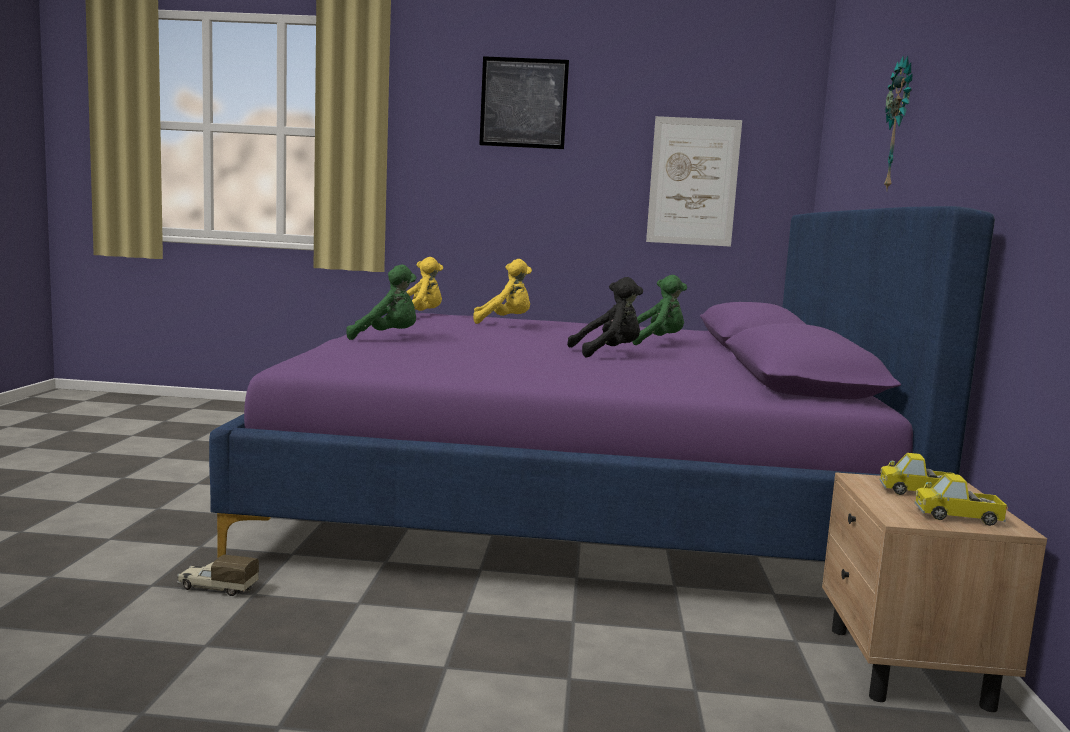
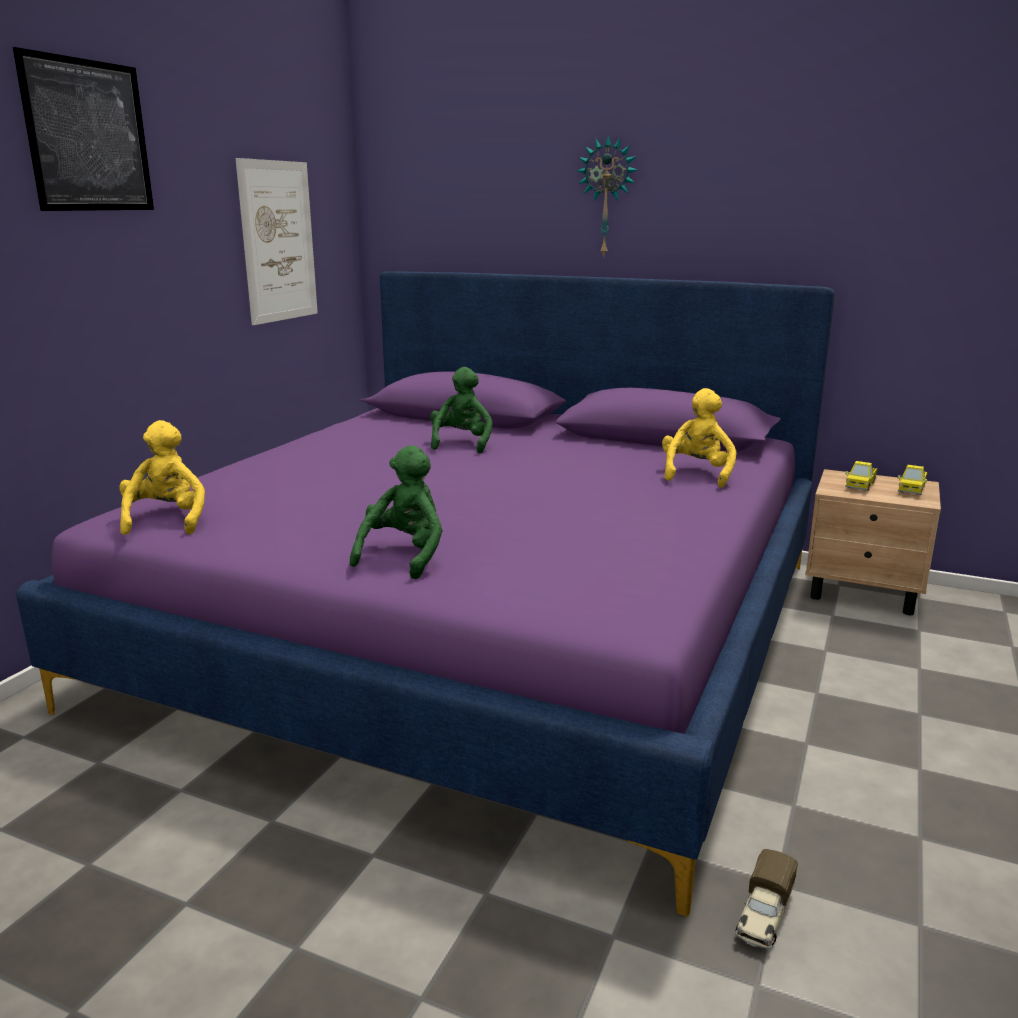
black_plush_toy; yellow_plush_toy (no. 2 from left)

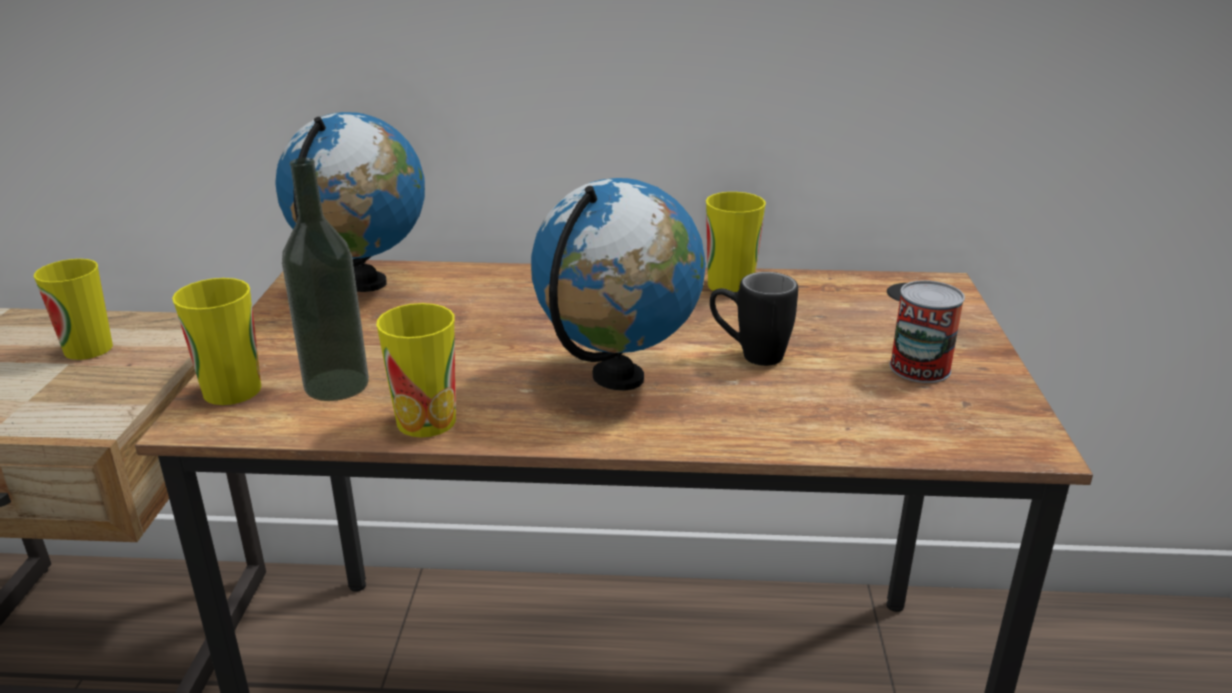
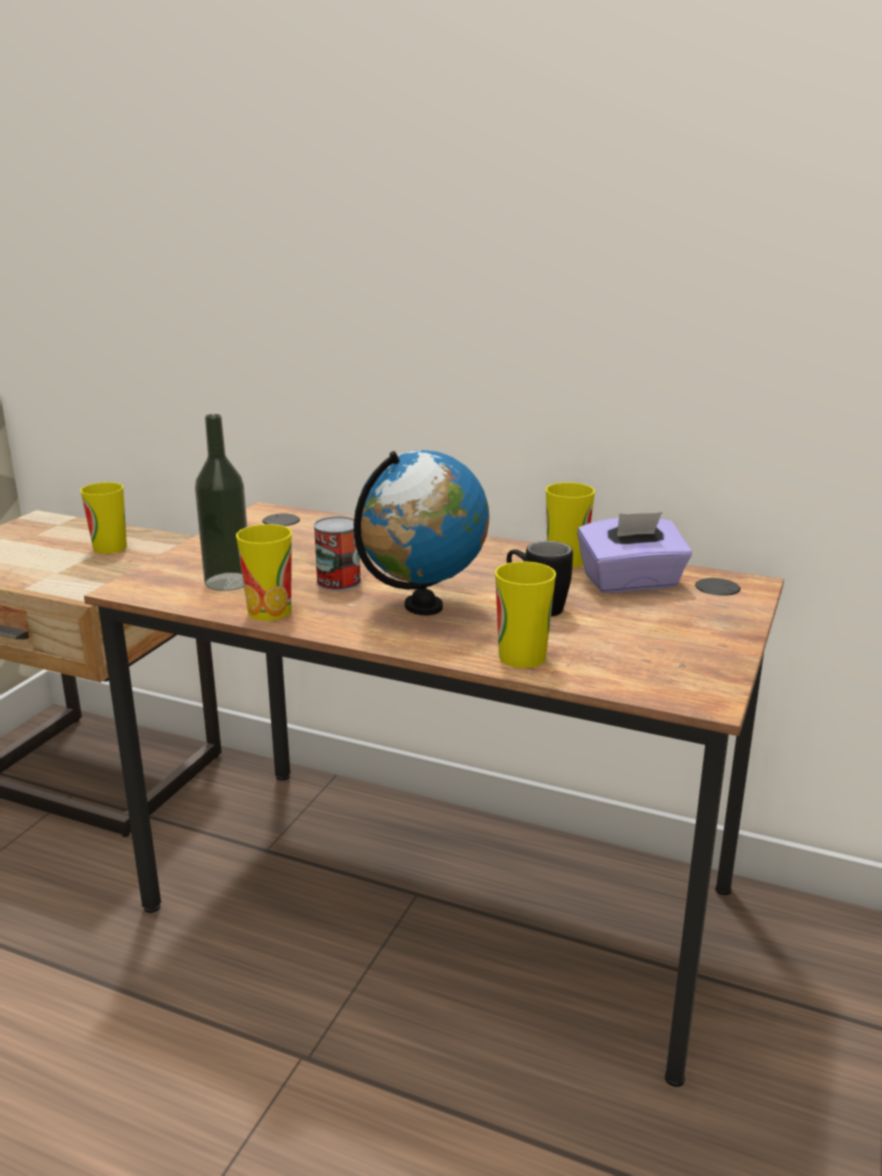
globe (no. 1 from left in the first image); purple_tissue_box; cup (no. 3 from left); can

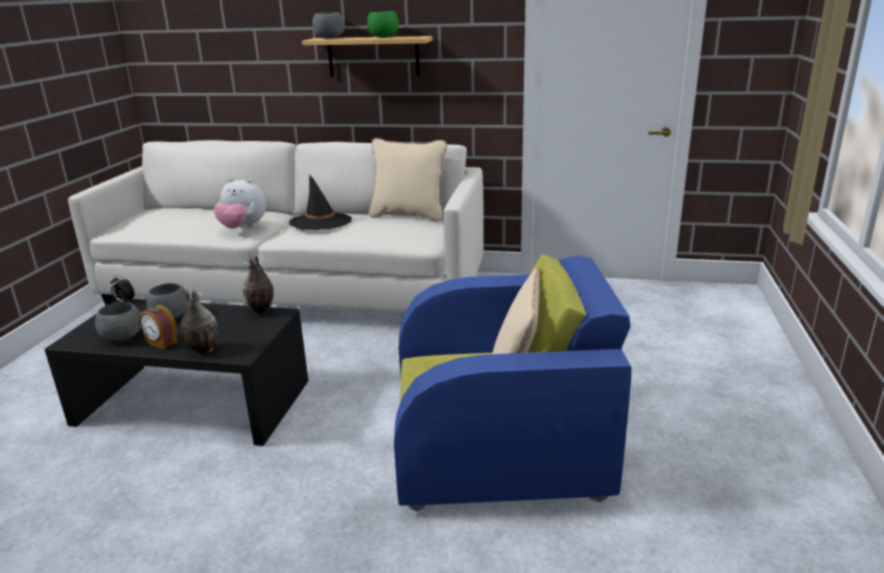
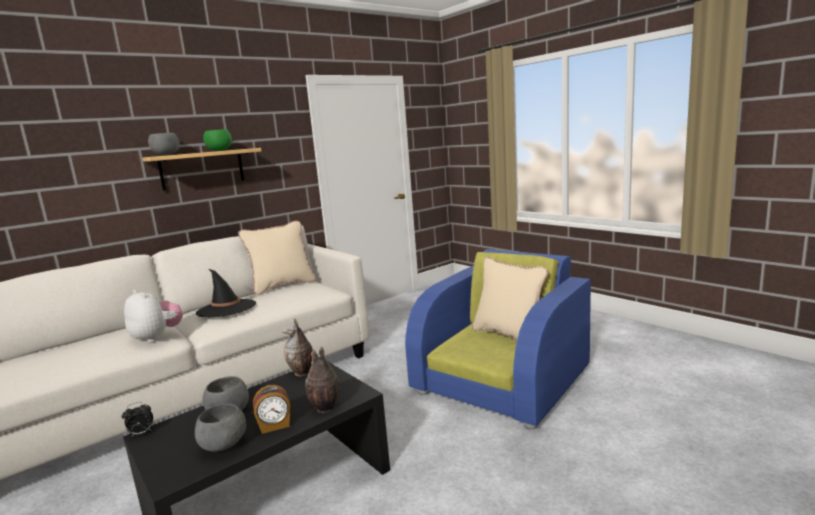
plush_toy

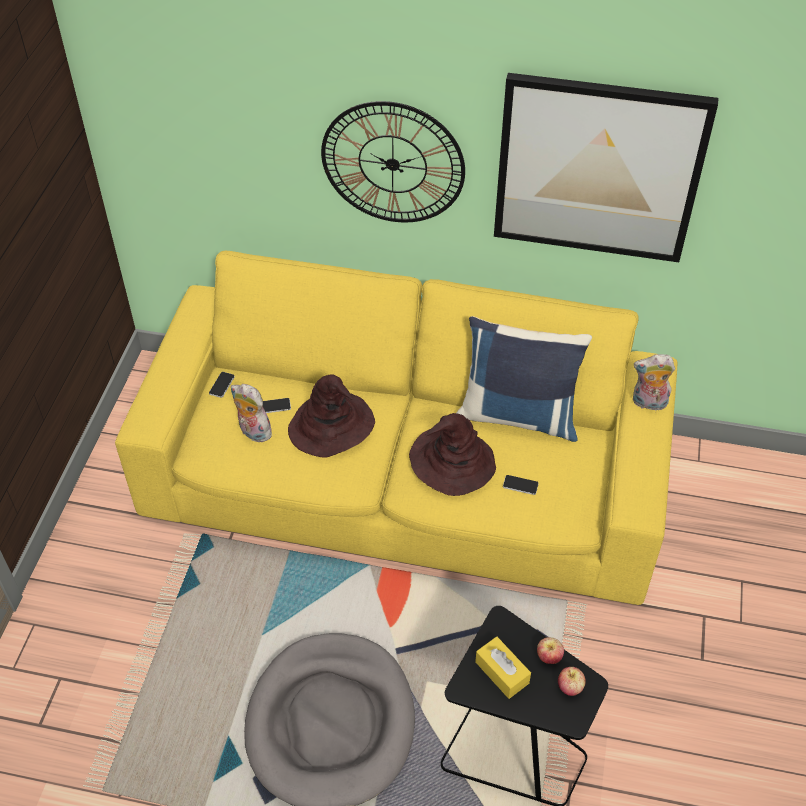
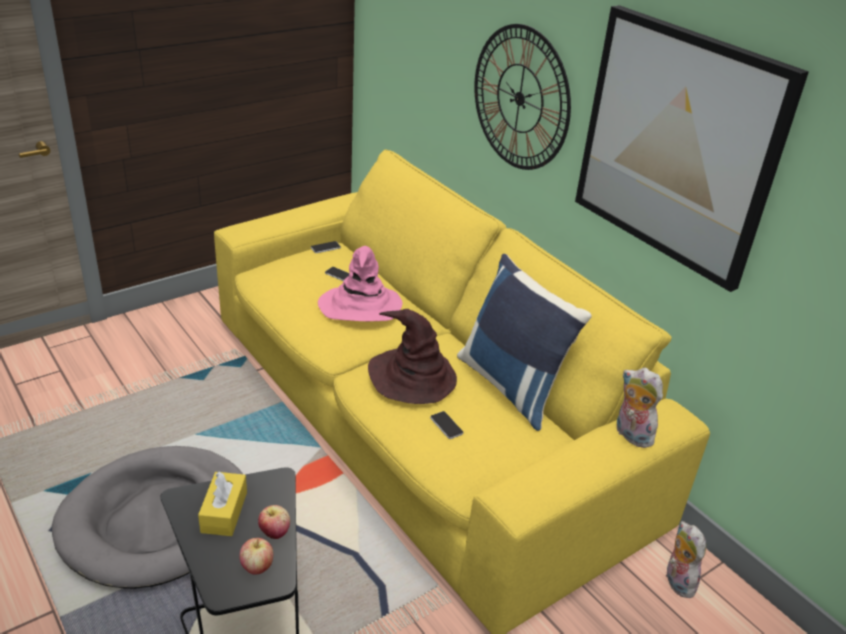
plush_toy (no. 2 from left); pink_hat

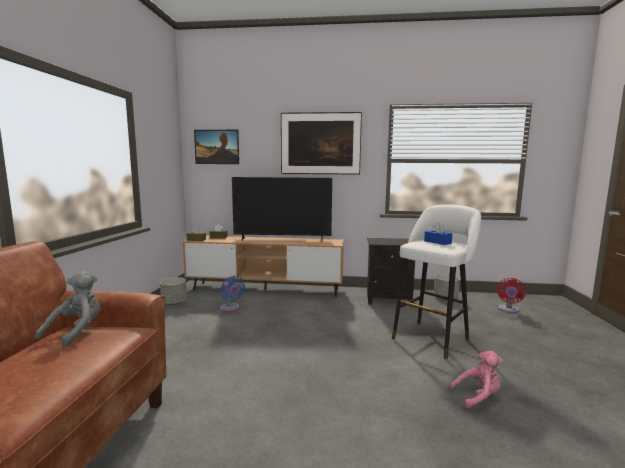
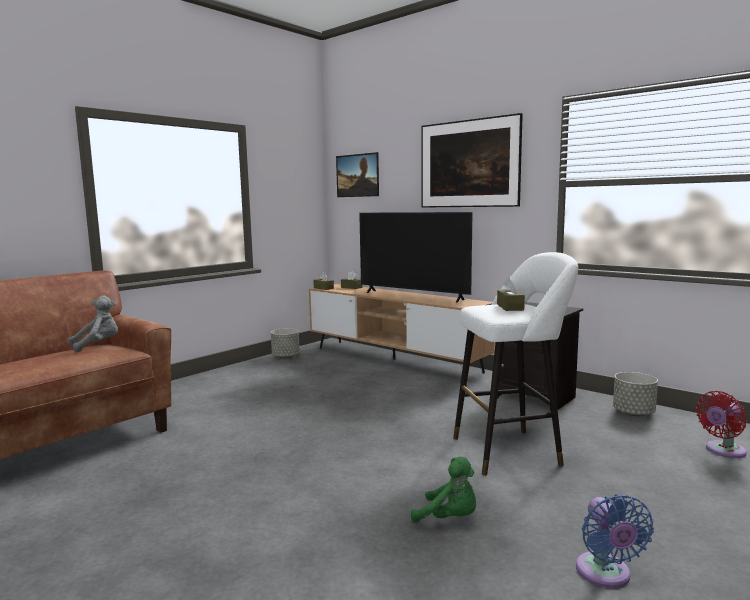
blue_fan; brown_tissue_box (no. 3 from left); green_plush_toy

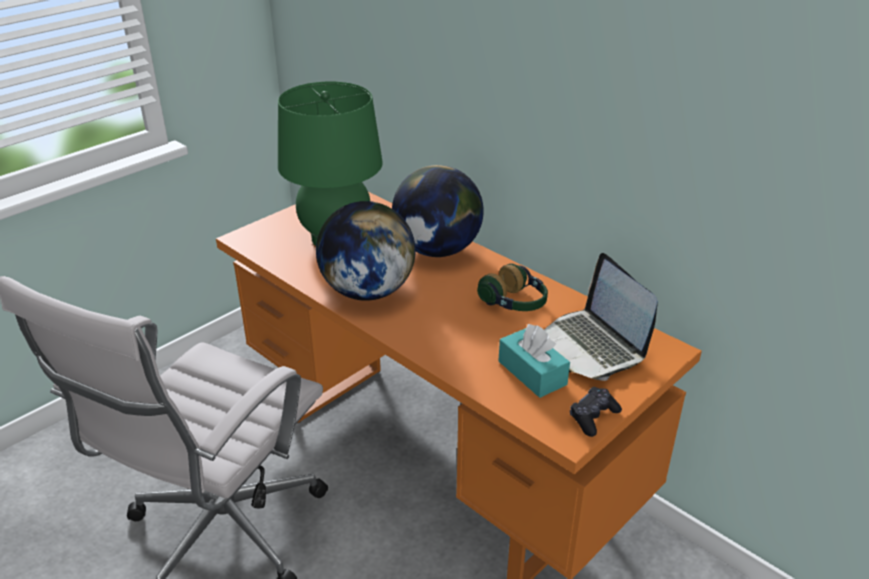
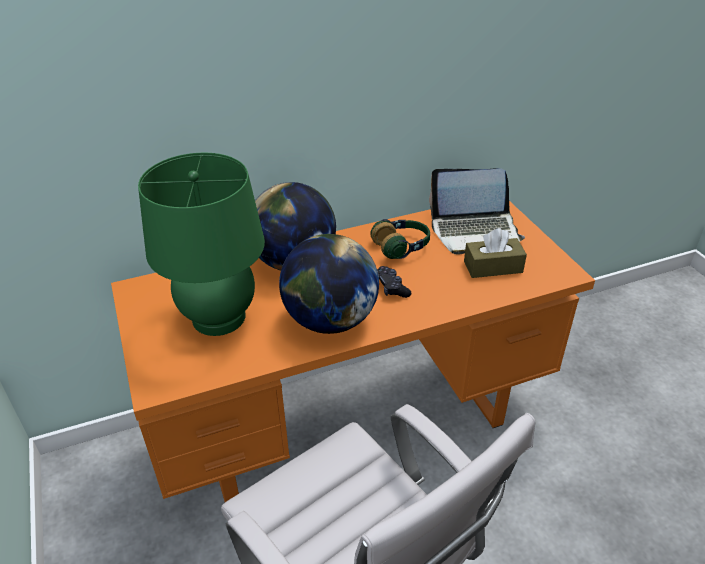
black_game_controller; brown_tissue_box

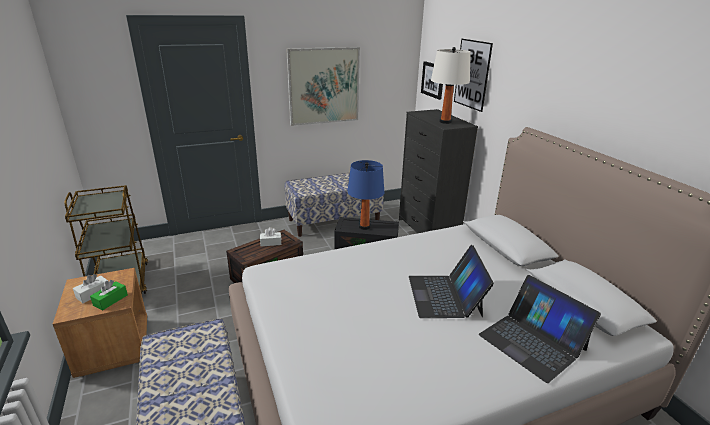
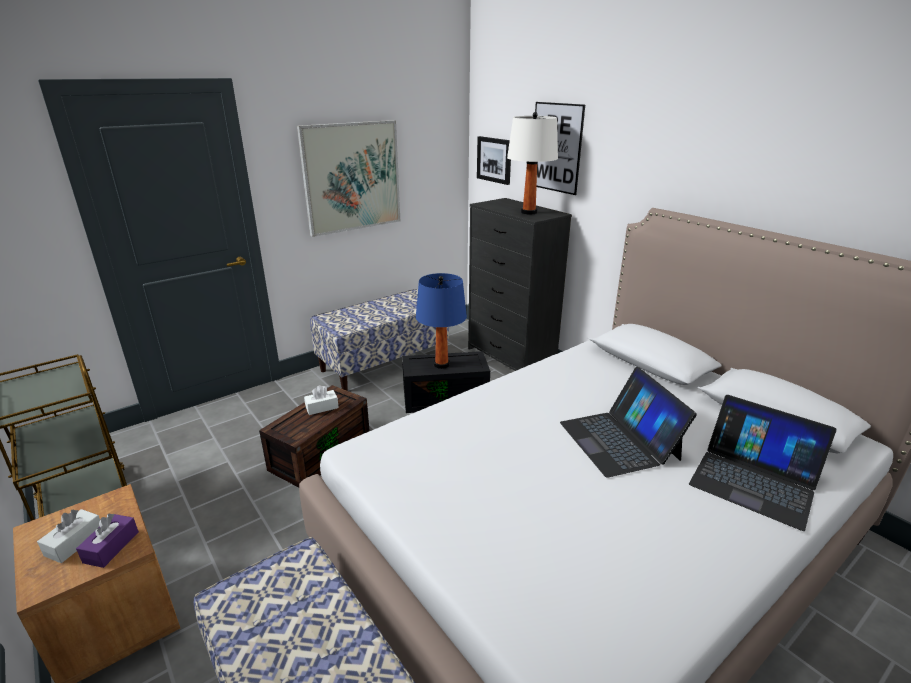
purple_tissue_box

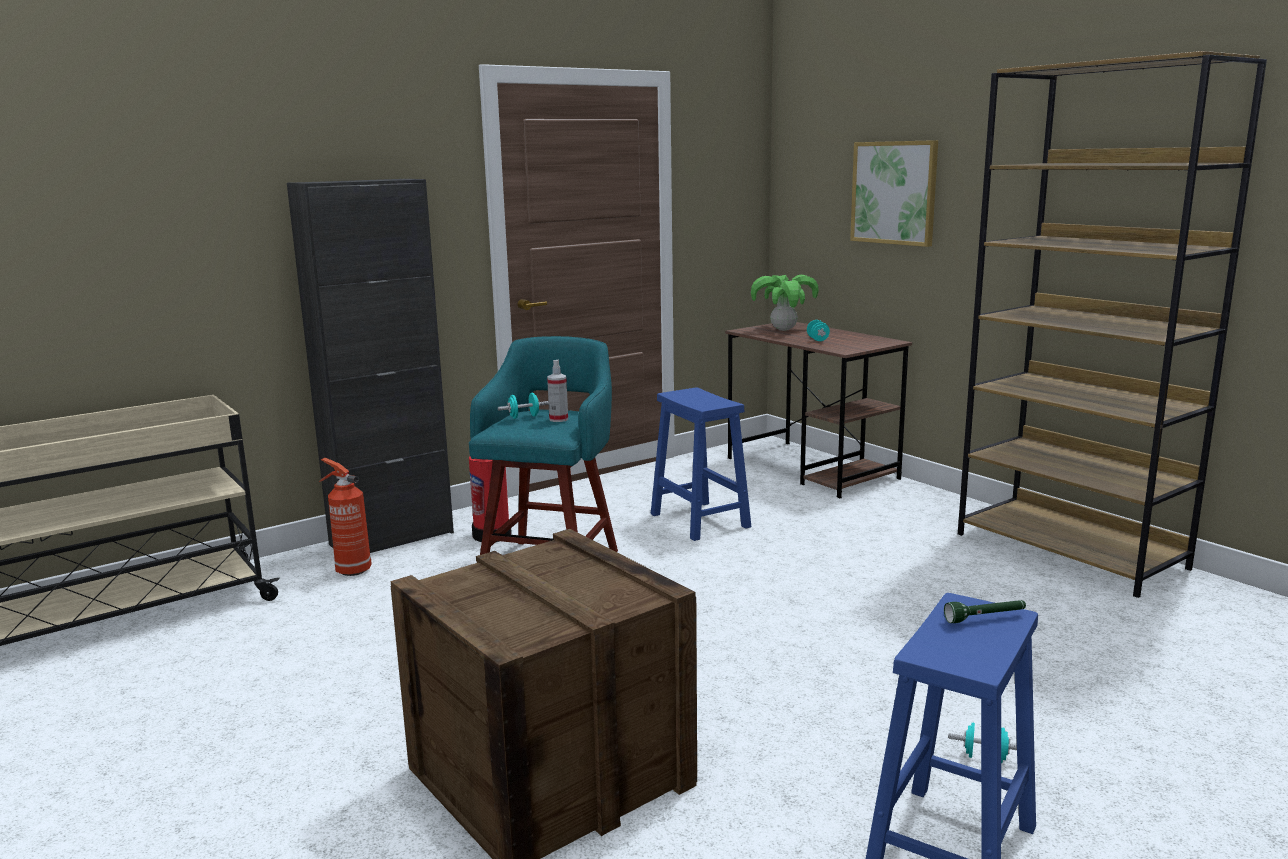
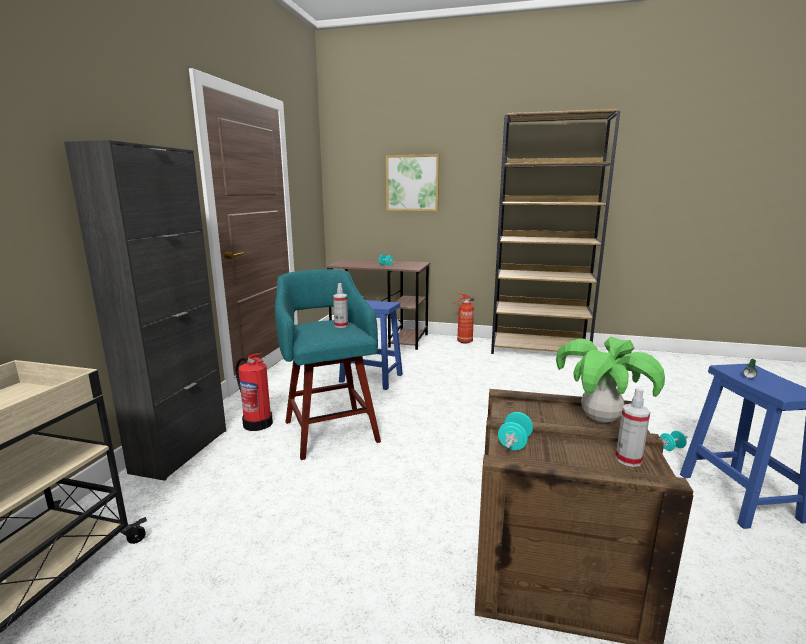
spray_bottle (no. 2 from left); fire_extinguisher (no. 2 from left); turquoise_dumbbell (no. 2 from left); potted_plant

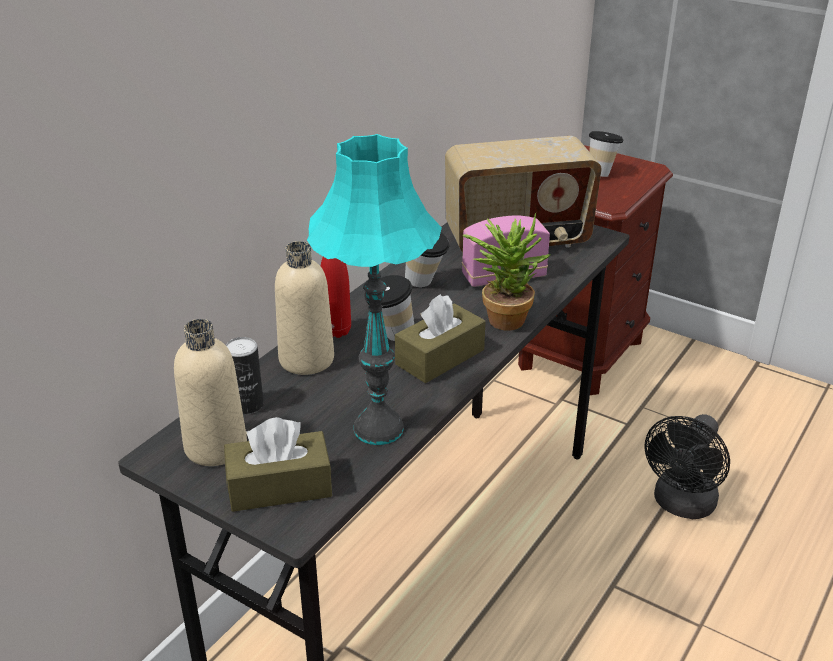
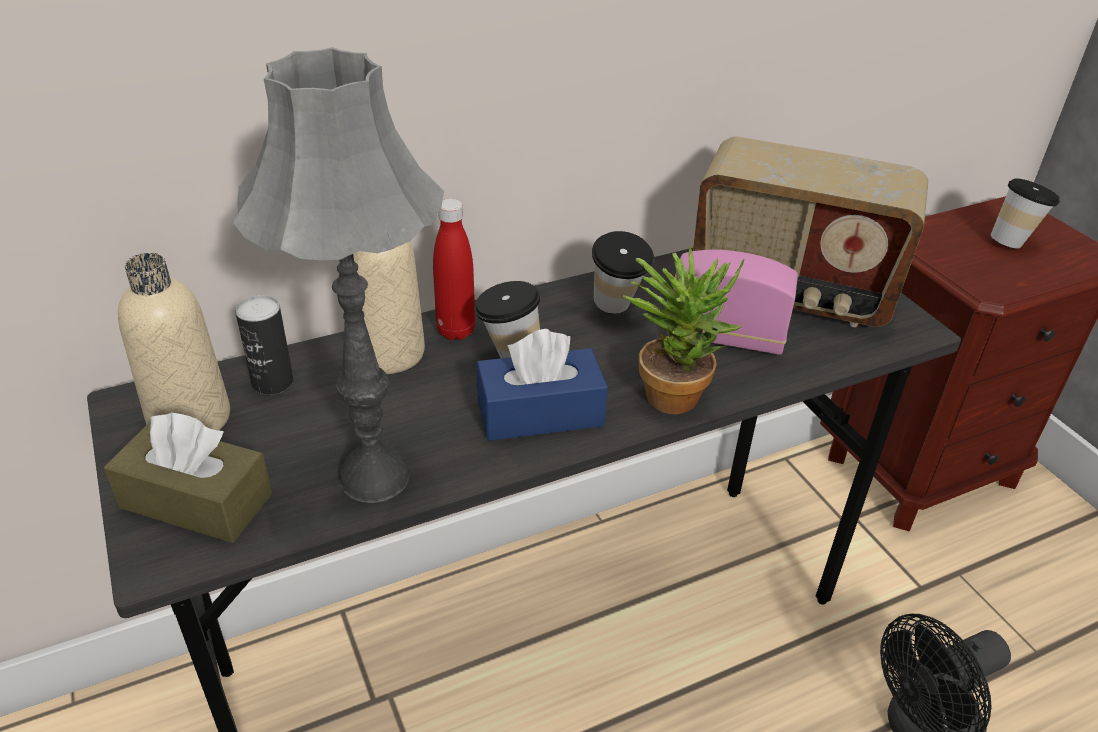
grey_table_lamp; blue_tissue_box

